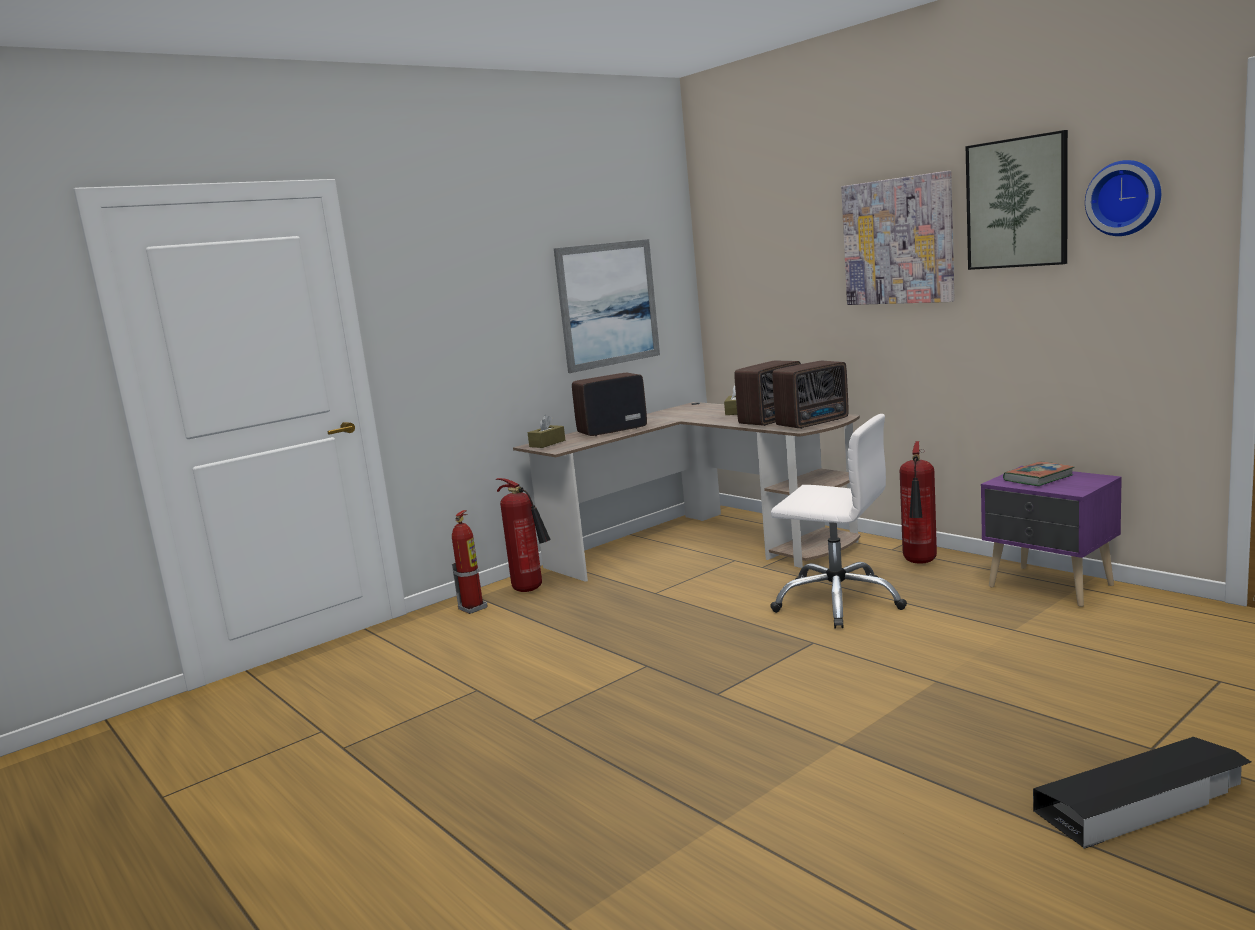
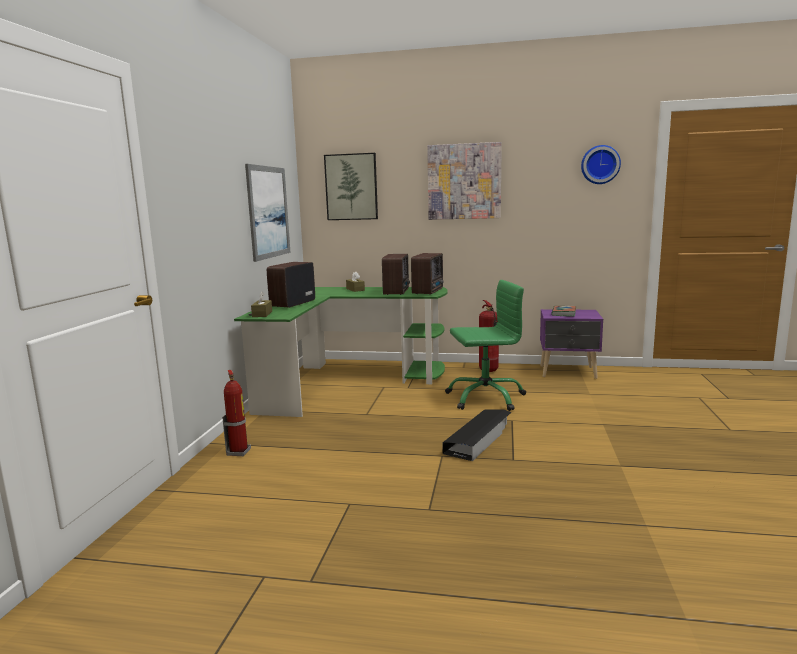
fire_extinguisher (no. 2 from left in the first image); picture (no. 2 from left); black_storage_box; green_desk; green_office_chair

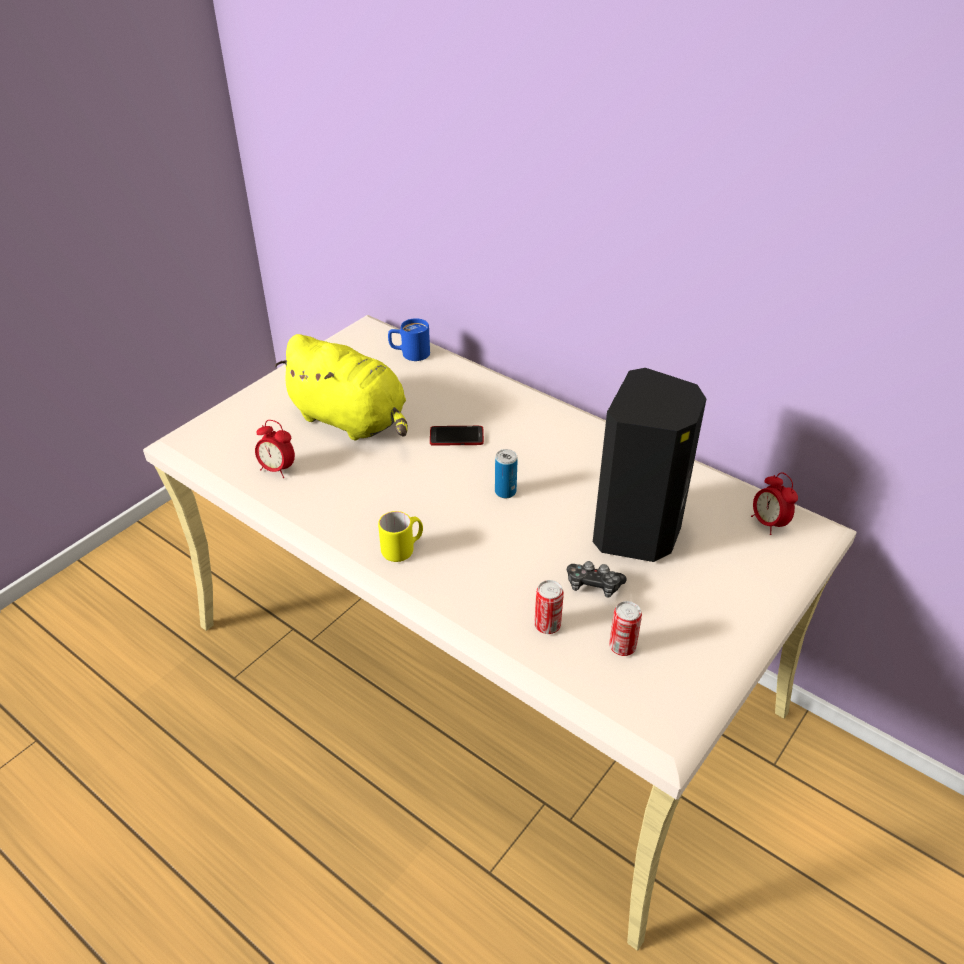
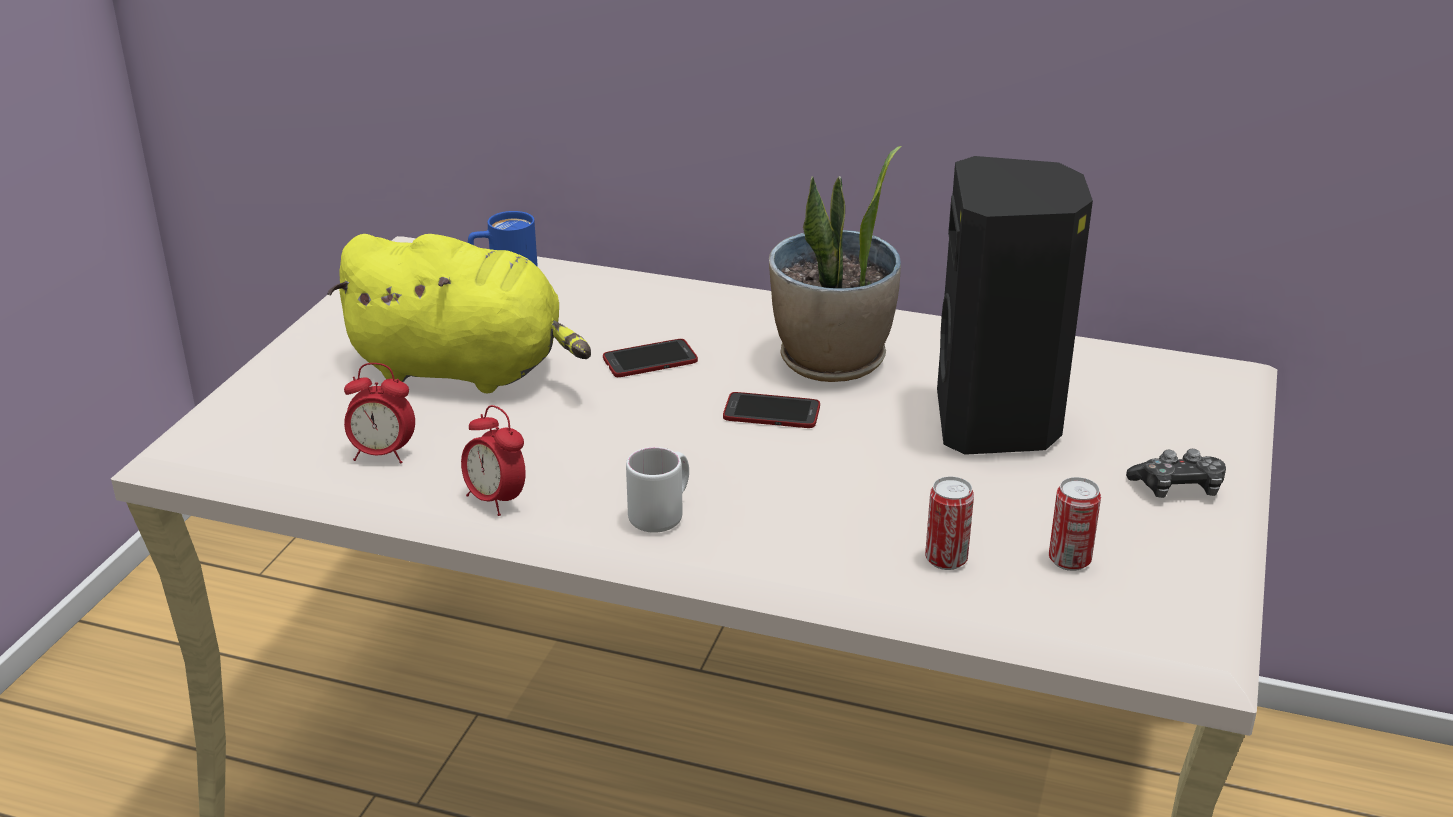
potted_plant; game_controller; alarm_clock (no. 2 from left); phone (no. 2 from left); white_mug

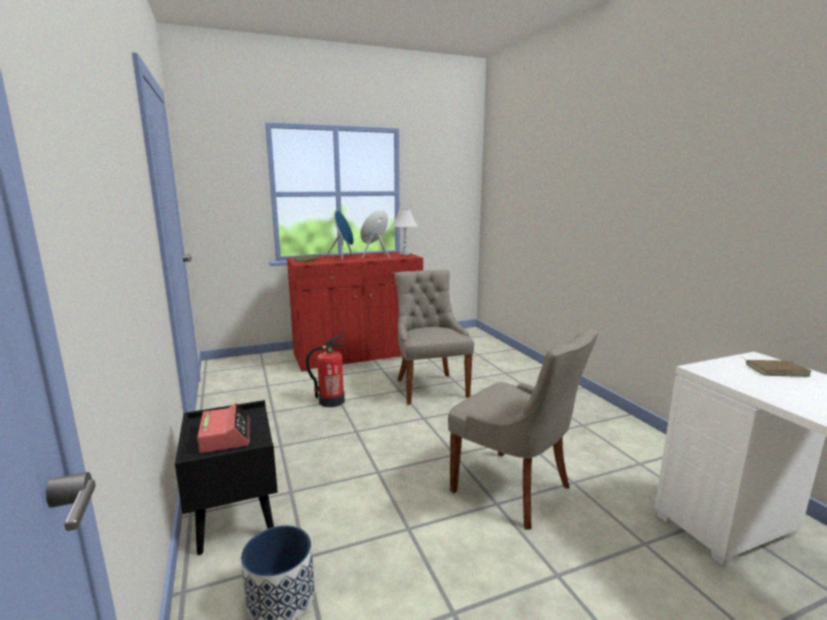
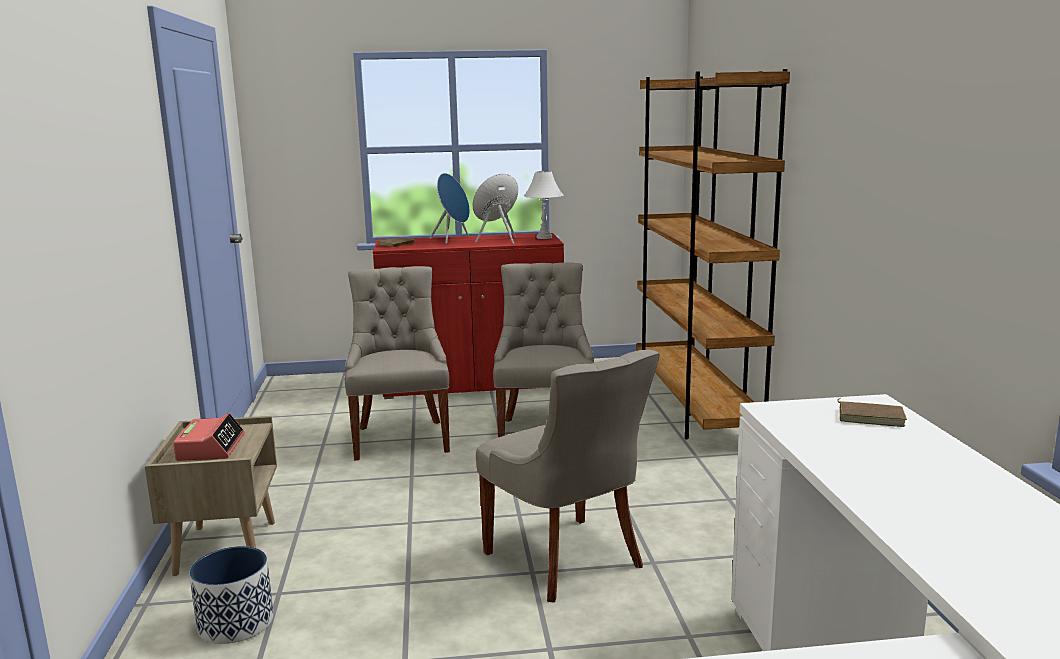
brown_bookcase; grey_chair (no. 1 from left); beige_nightstand

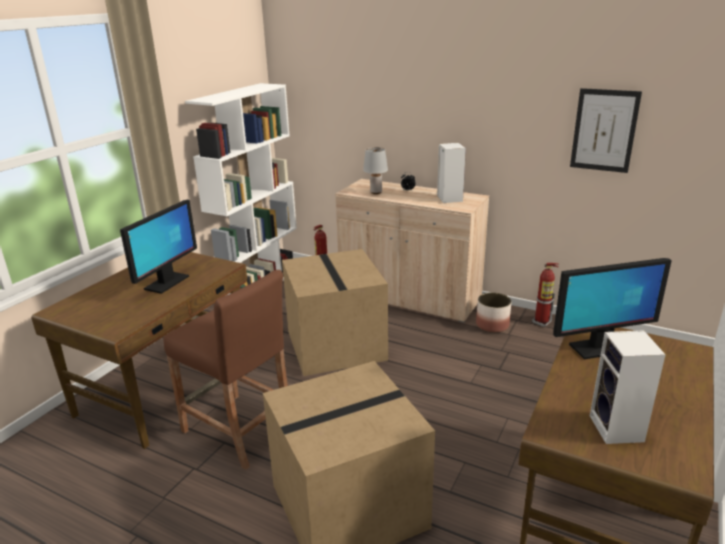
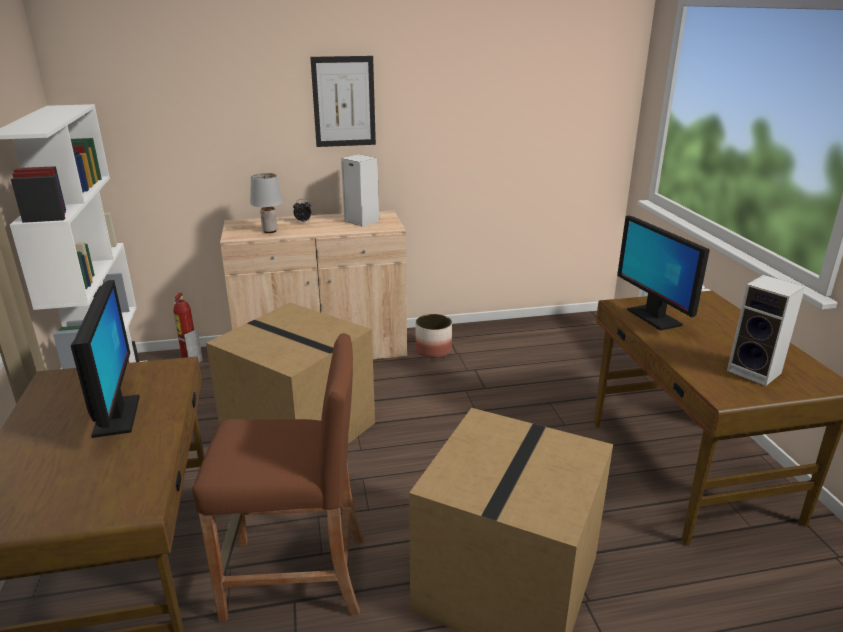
fire_extinguisher (no. 2 from left in the first image); picture; monitor (no. 2 from left)

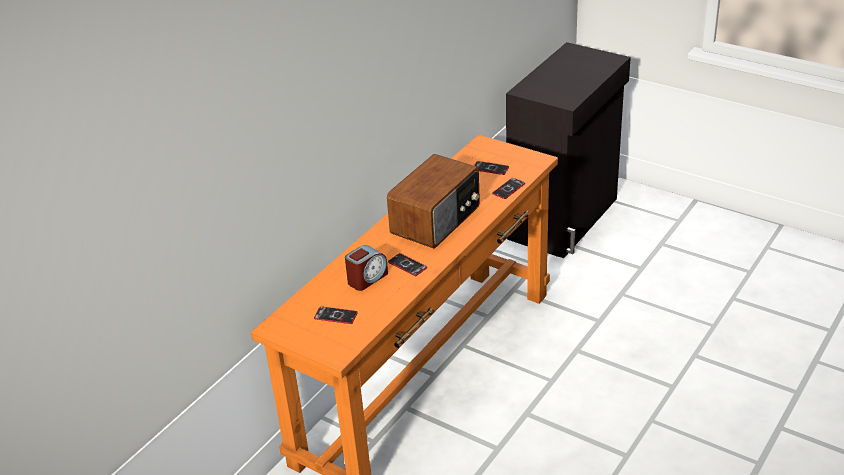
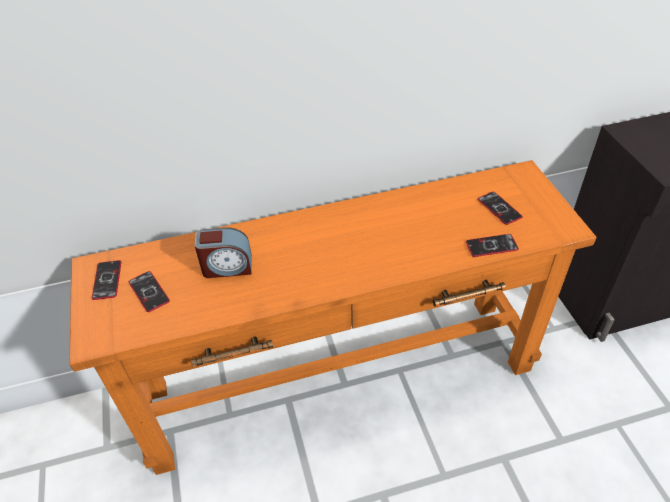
radio; phone (no. 1 from left)

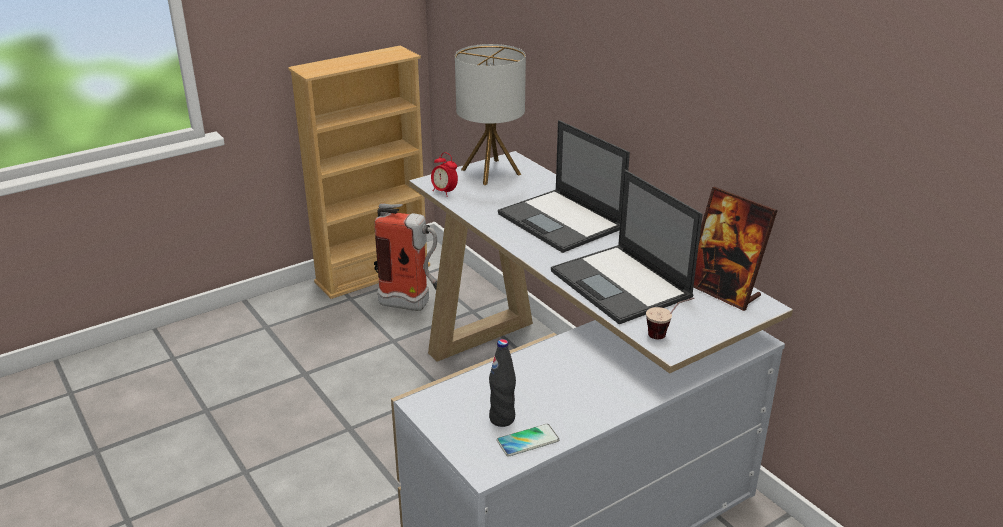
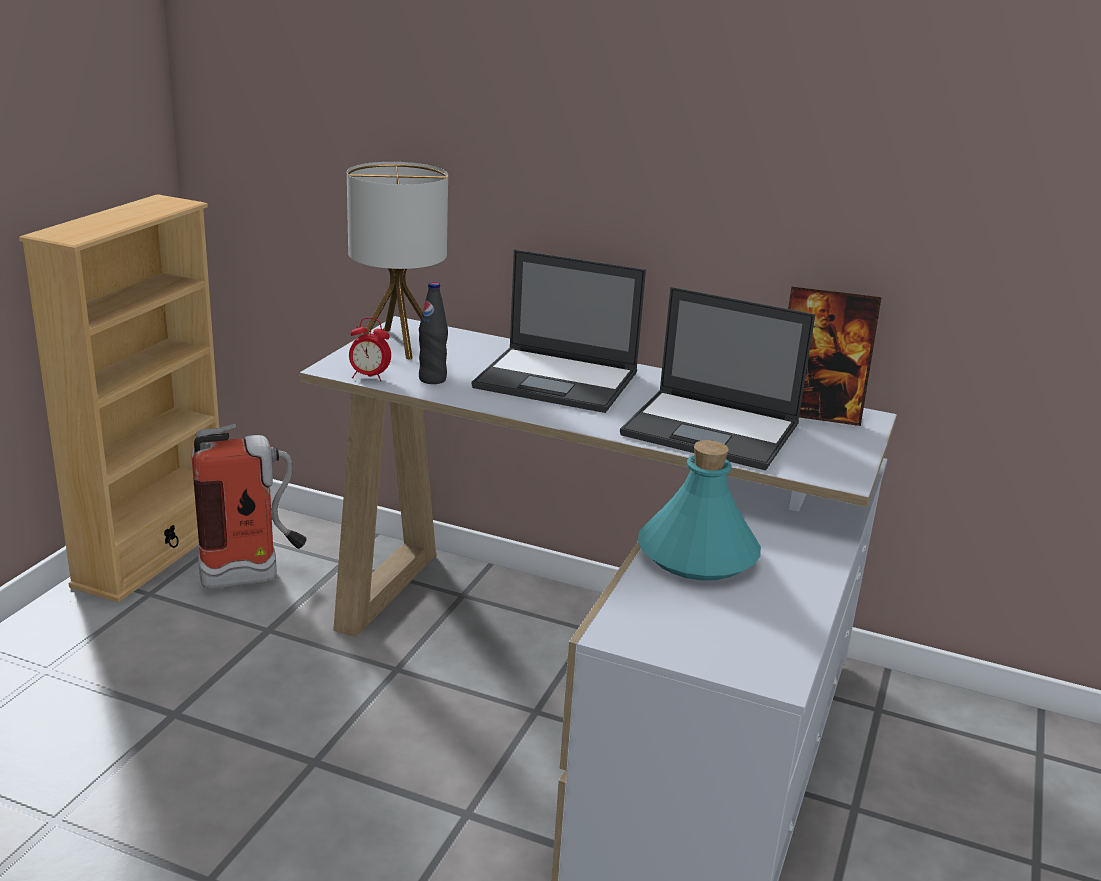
phone; cup; turquoise_bottle; black_bottle

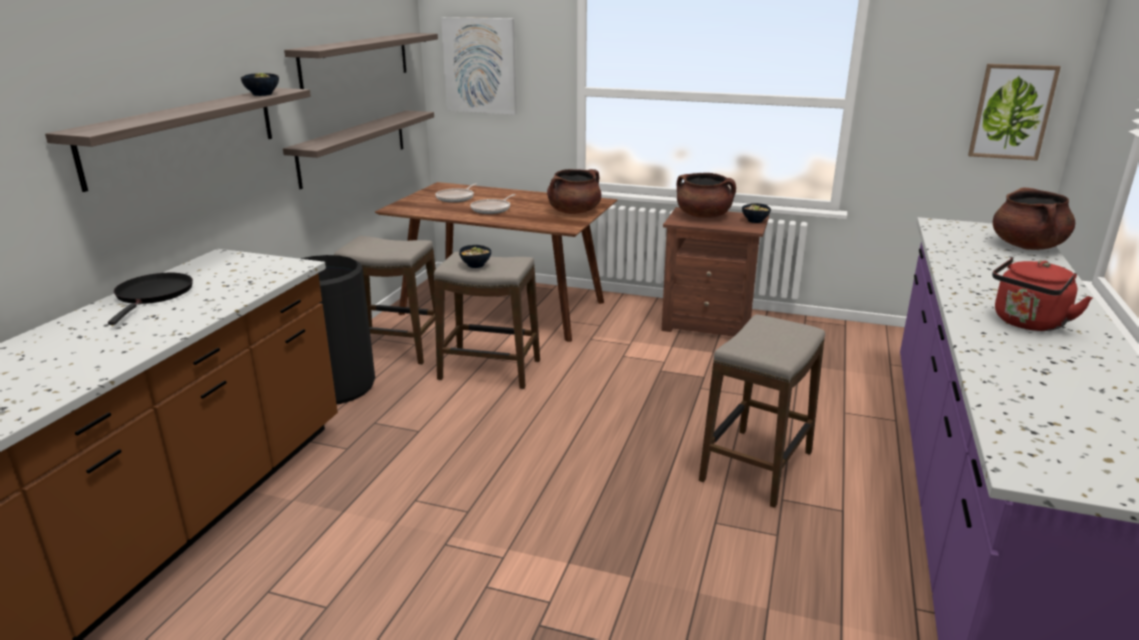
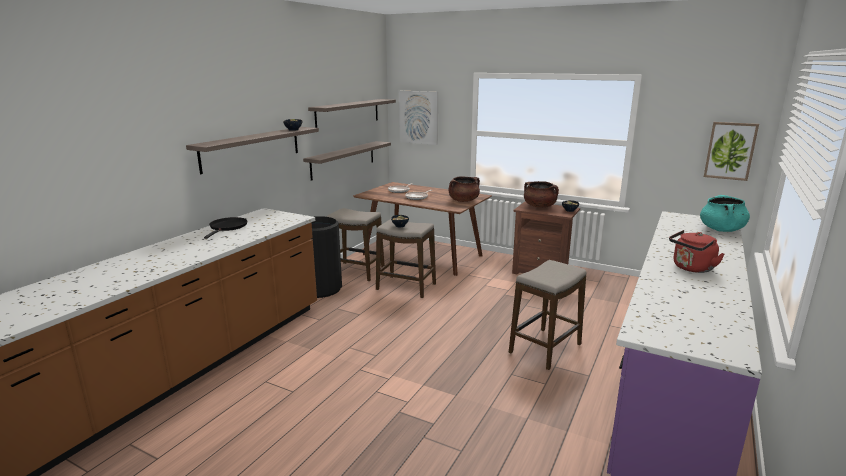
turquoise_cooking_pot

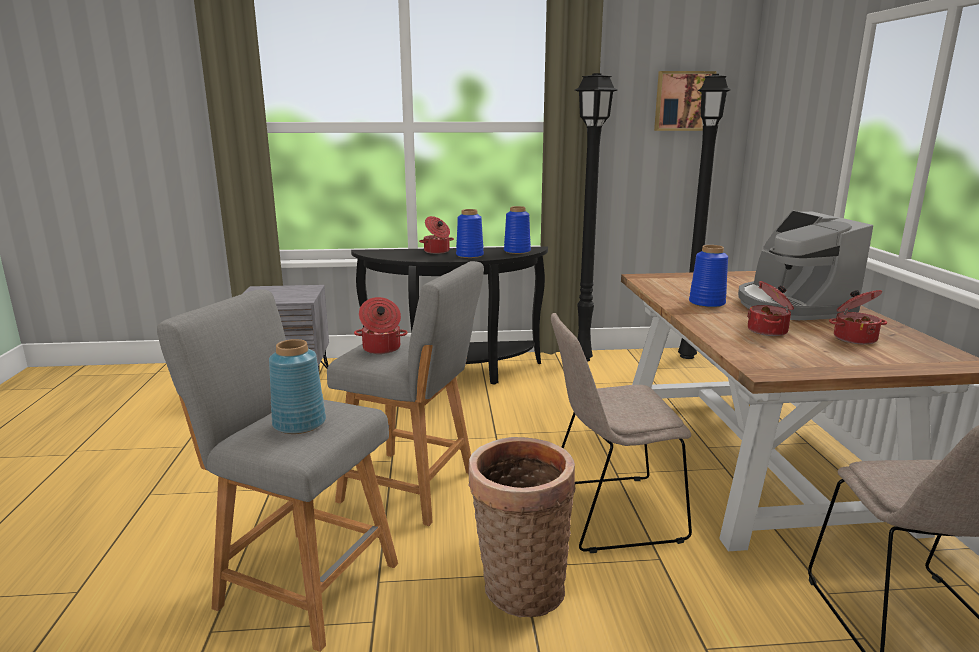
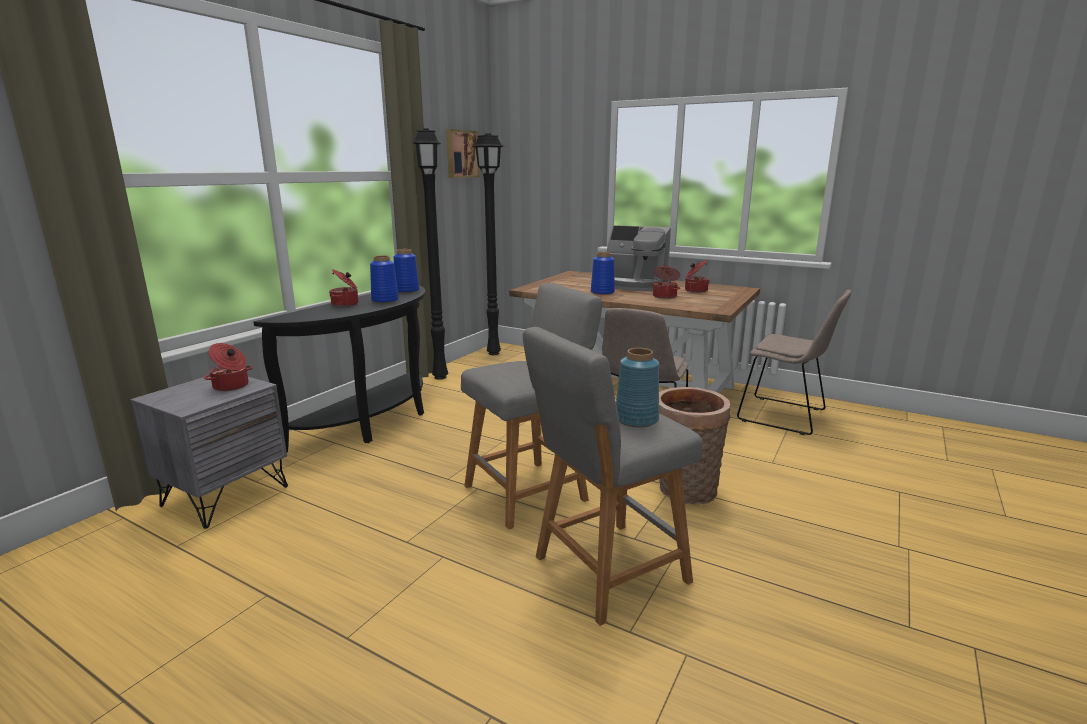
cooking_pot (no. 1 from left)

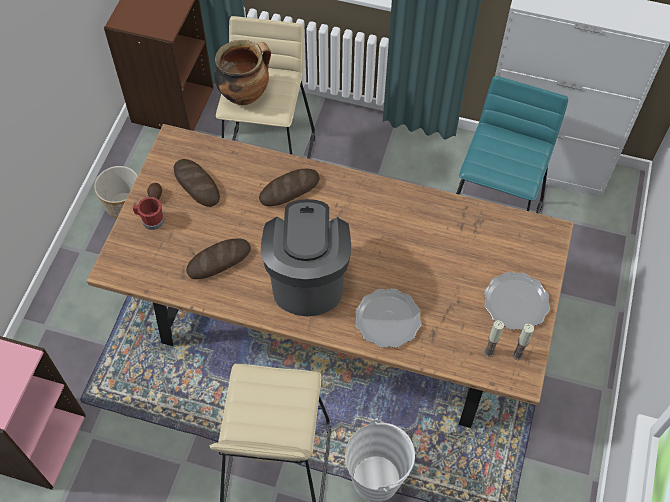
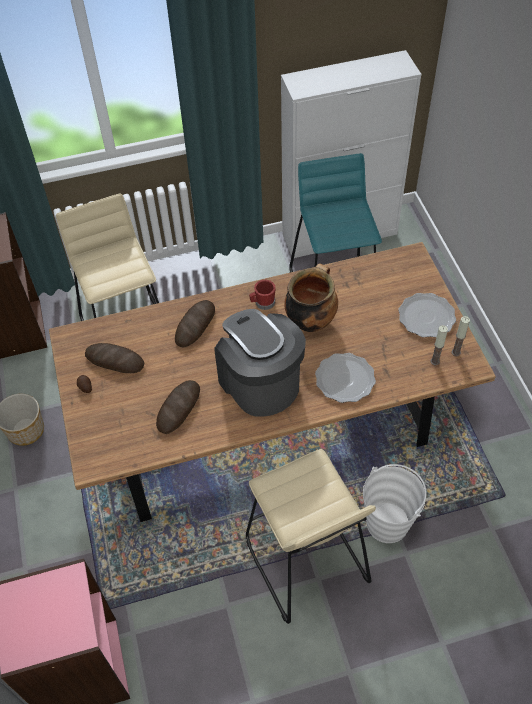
red_mug; cooking_pot

